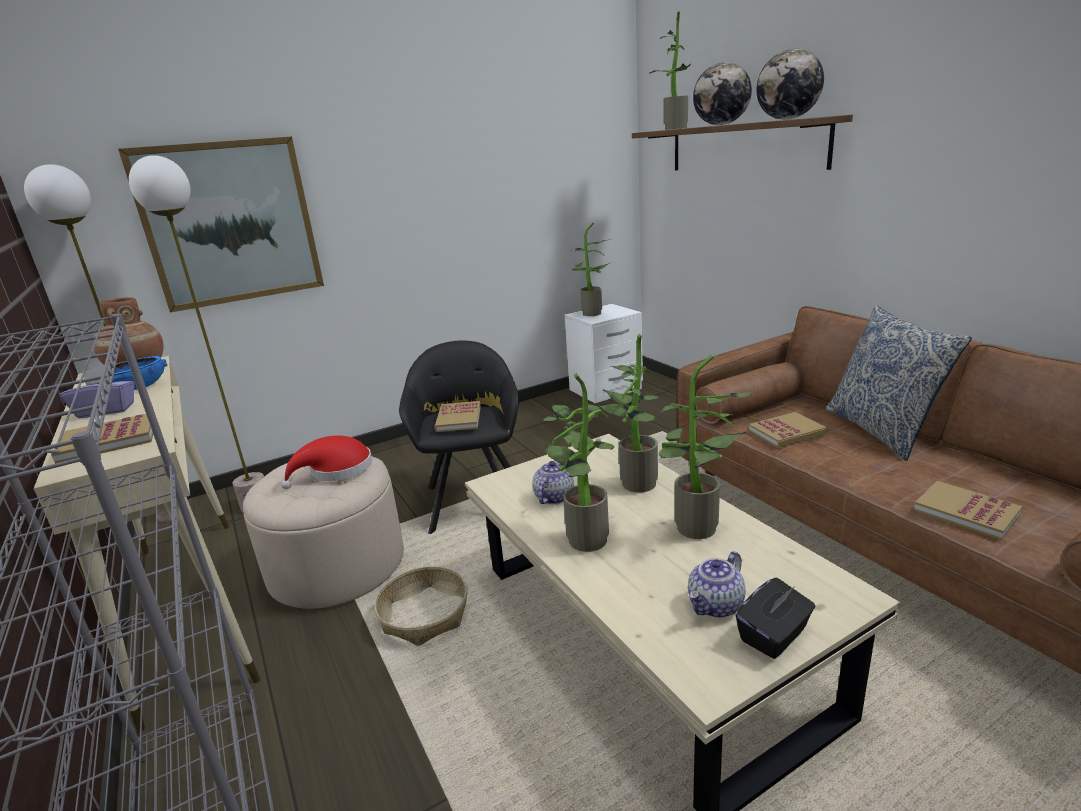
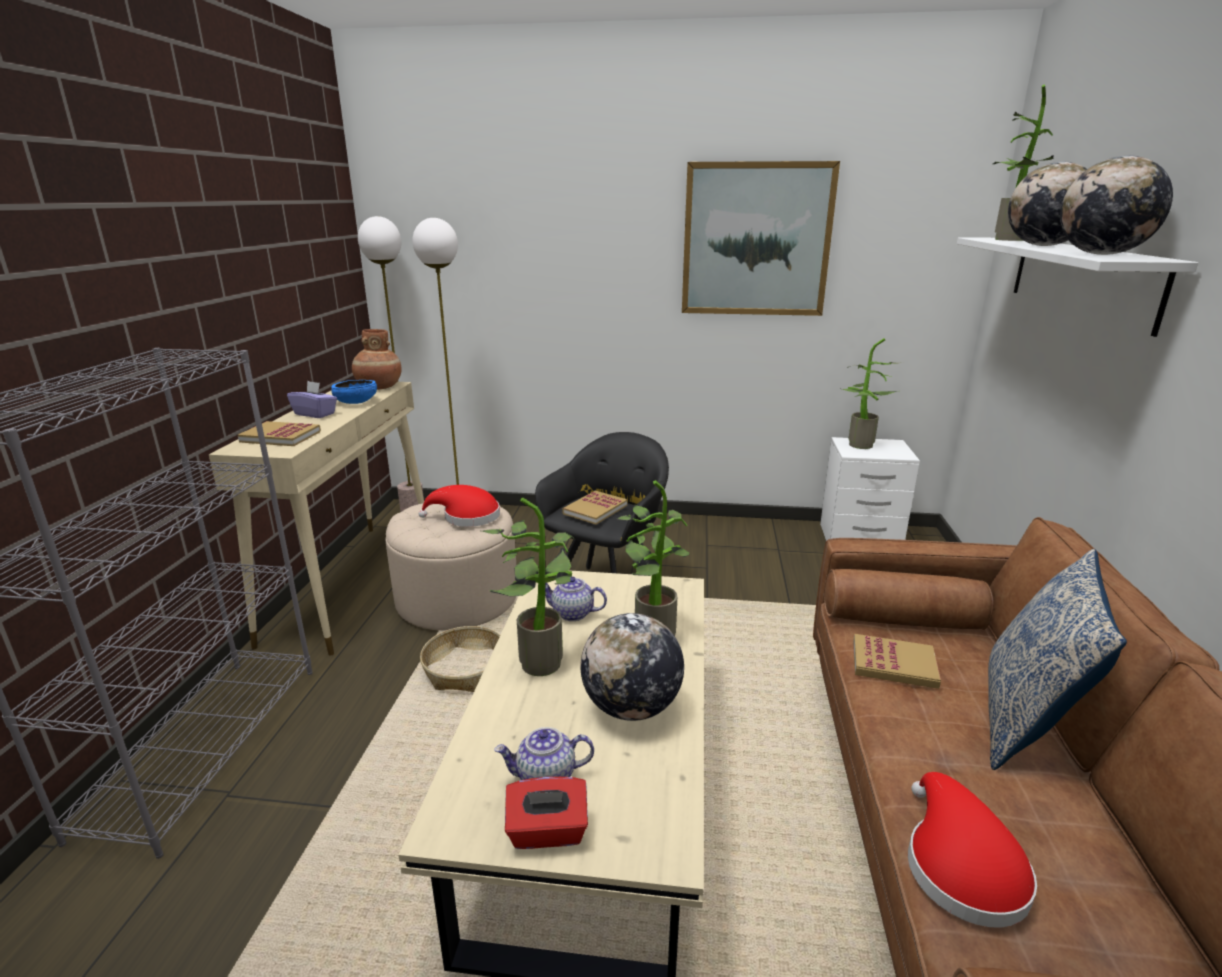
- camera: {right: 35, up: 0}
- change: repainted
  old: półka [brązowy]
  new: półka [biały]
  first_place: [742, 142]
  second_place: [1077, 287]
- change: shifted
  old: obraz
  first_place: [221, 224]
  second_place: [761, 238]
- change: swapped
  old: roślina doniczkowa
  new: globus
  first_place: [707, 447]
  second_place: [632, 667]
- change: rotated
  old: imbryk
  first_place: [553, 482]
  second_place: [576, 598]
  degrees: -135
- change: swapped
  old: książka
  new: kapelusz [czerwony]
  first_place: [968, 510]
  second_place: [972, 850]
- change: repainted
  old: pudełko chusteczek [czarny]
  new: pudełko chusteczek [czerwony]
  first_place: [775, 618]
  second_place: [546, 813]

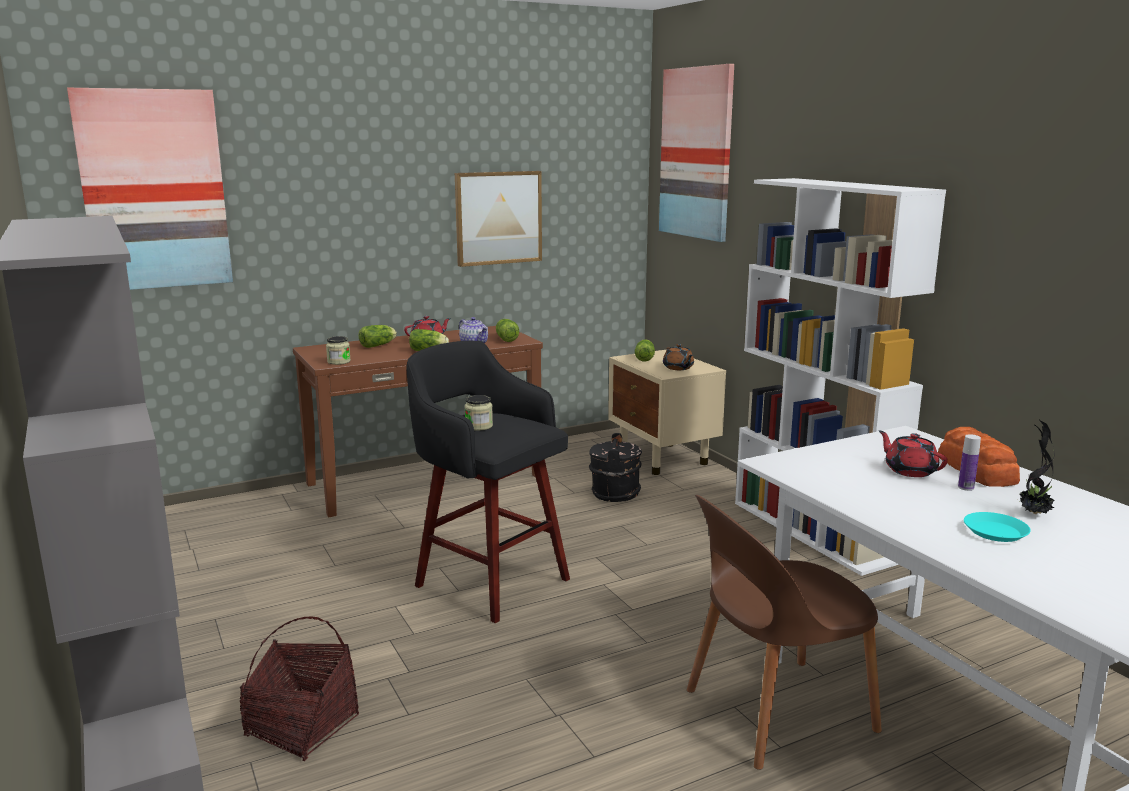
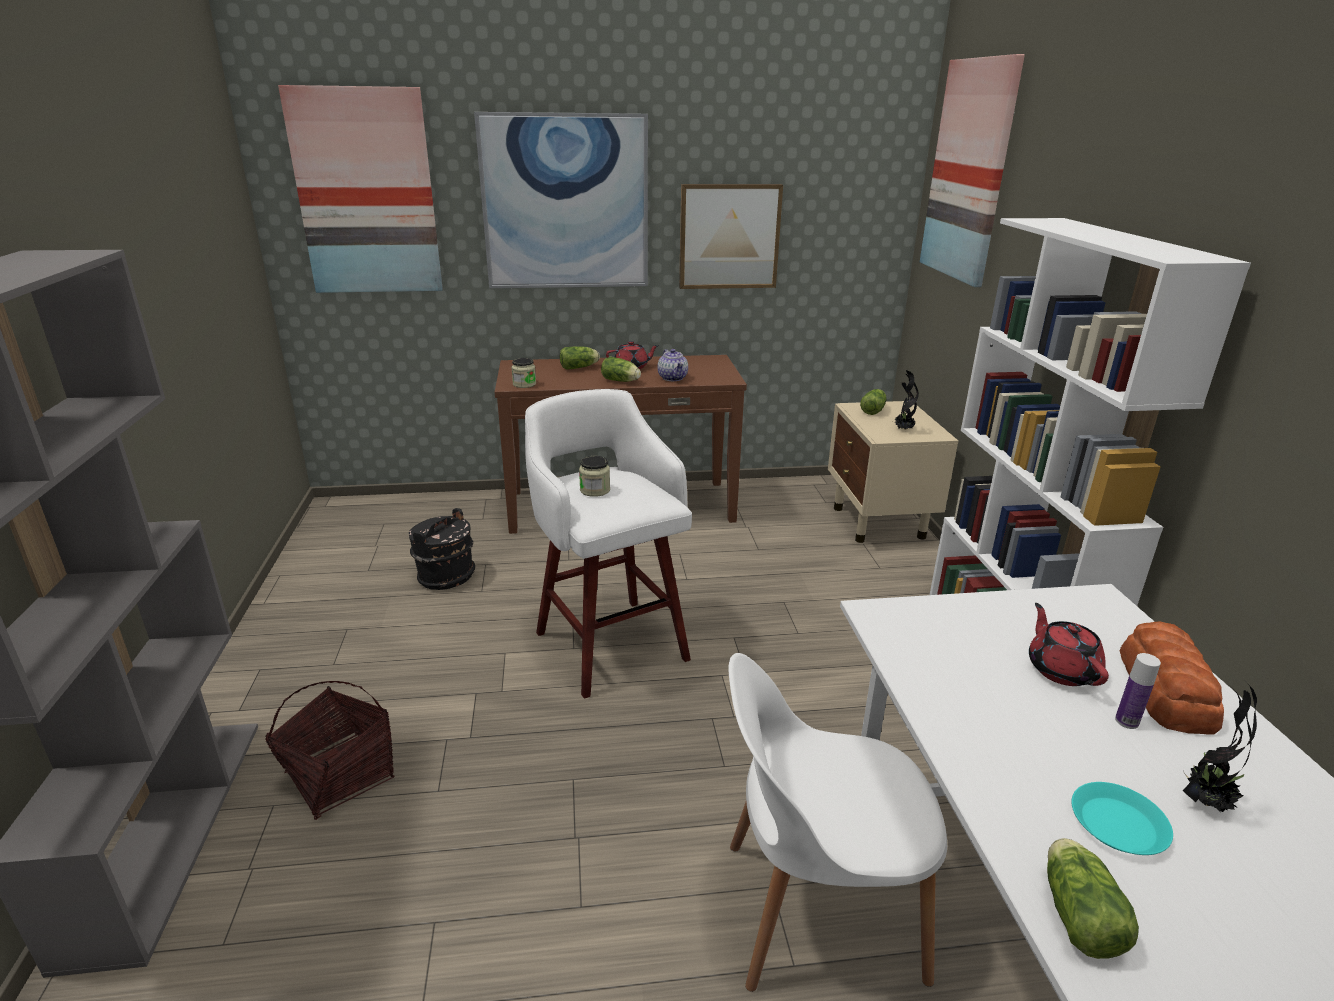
- camera: {right: 20, up: 10}
- change: shifted
  old: sałata
  first_place: [507, 330]
  second_place: [1093, 898]
- change: repainted
  old: stołek [czarny]
  new: stołek [biały]
  first_place: [488, 482]
  second_place: [608, 544]
- change: swapped
  old: imbryk [brązowy]
  new: roślina doniczkowa
  first_place: [678, 357]
  second_place: [907, 400]
- change: shifted
  old: wiadro [czarny]
  first_place: [615, 467]
  second_place: [442, 549]
- change: repainted
  old: krzesło [brązowy]
  new: krzesło [biały]
  first_place: [784, 632]
  second_place: [838, 822]
- change: new
  new: obraz
  second_place: [561, 200]

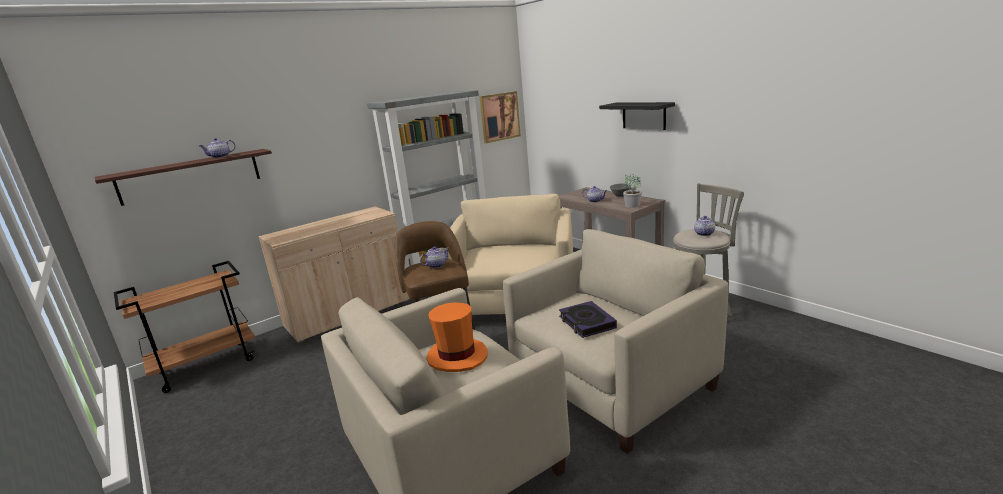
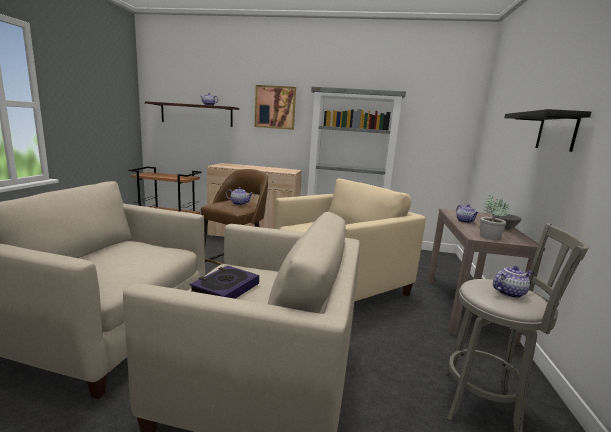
- camera: {right: 45, up: -5}
- change: shifted
  old: obraz
  first_place: [500, 117]
  second_place: [275, 107]
- change: gone
  old: kapelusz [pomarańczowy]
  first_place: [457, 337]

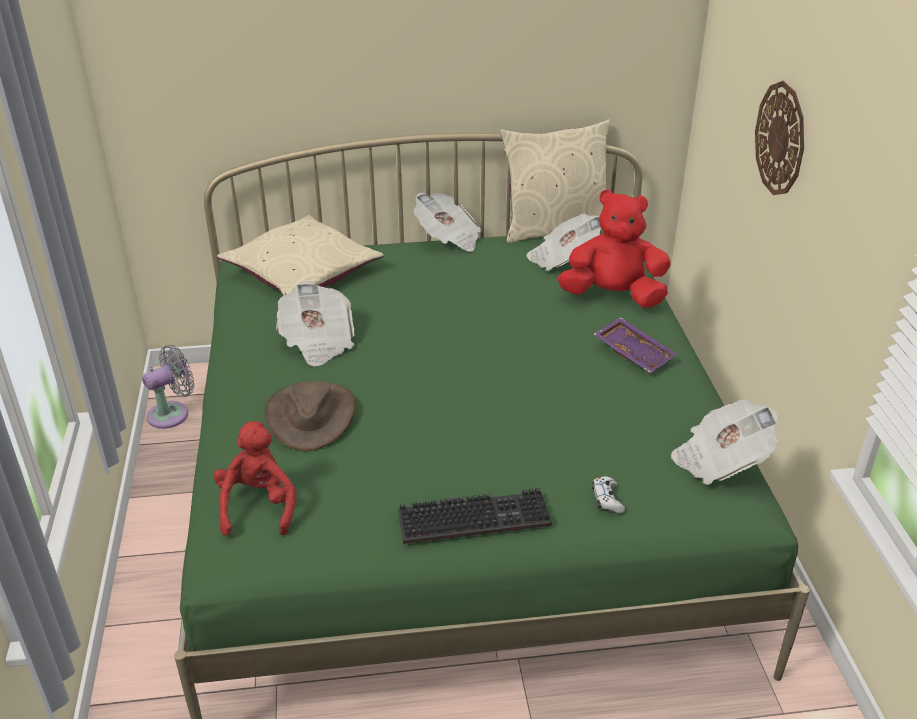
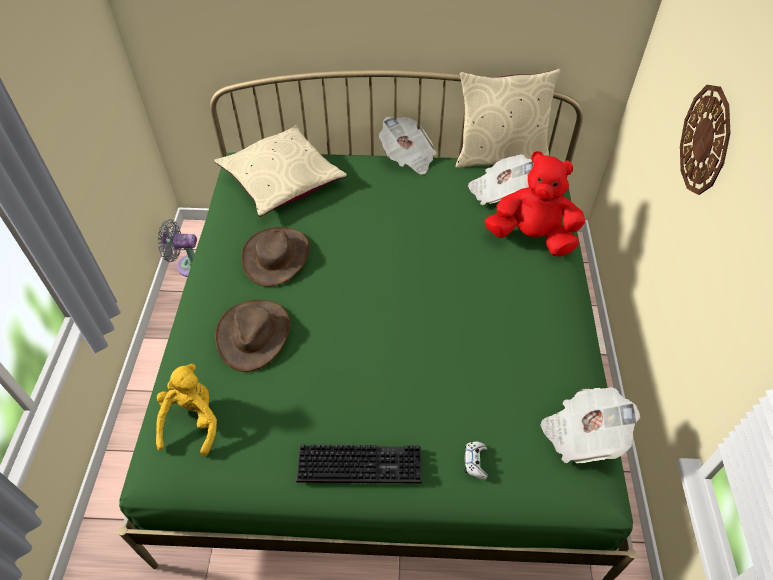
- camera: {right: 10, up: 15}
- change: swapped
  old: gazeta
  new: kapelusz [brązowy]
  first_place: [315, 324]
  second_place: [275, 257]
- change: gone
  old: taca [fioletowy]
  first_place: [635, 345]
- change: rotated
  old: wentylator [szary]
  first_place: [168, 387]
  second_place: [177, 248]
  degrees: -150
- change: repainted
  old: pluszak [czerwony]
  new: pluszak [żółty]
  first_place: [254, 478]
  second_place: [186, 410]

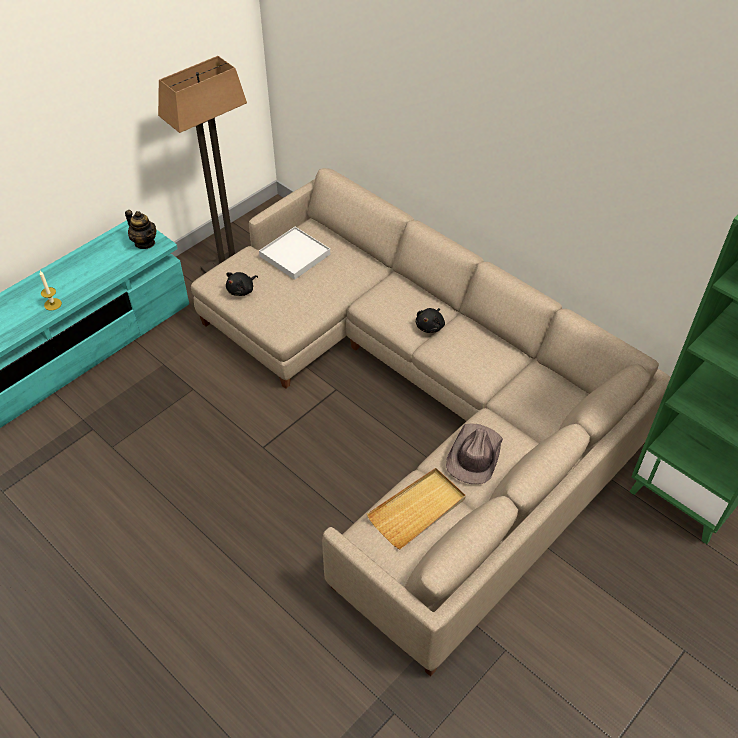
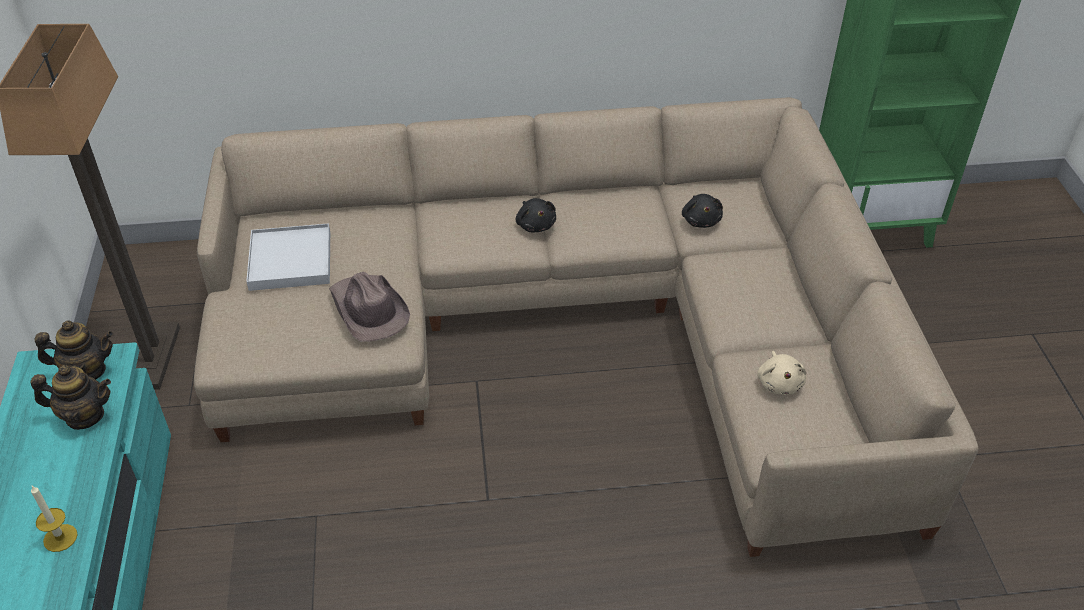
- camera: {right: -50, up: -5}
- change: shifted
  old: pluszak [czarny]
  first_place: [242, 284]
  second_place: [702, 211]
- change: shifted
  old: kapelusz [brązowy]
  first_place: [474, 454]
  second_place: [369, 306]
- change: swapped
  old: taca [beżowy]
  new: pluszak [beżowy]
  first_place: [416, 508]
  second_place: [781, 373]
- change: new
  new: imbryk
  second_place: [70, 397]

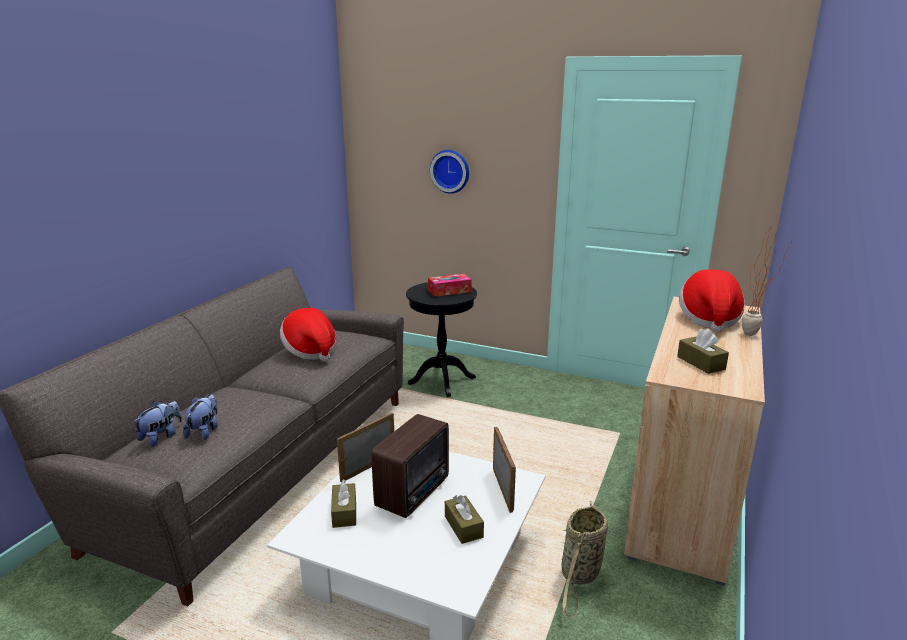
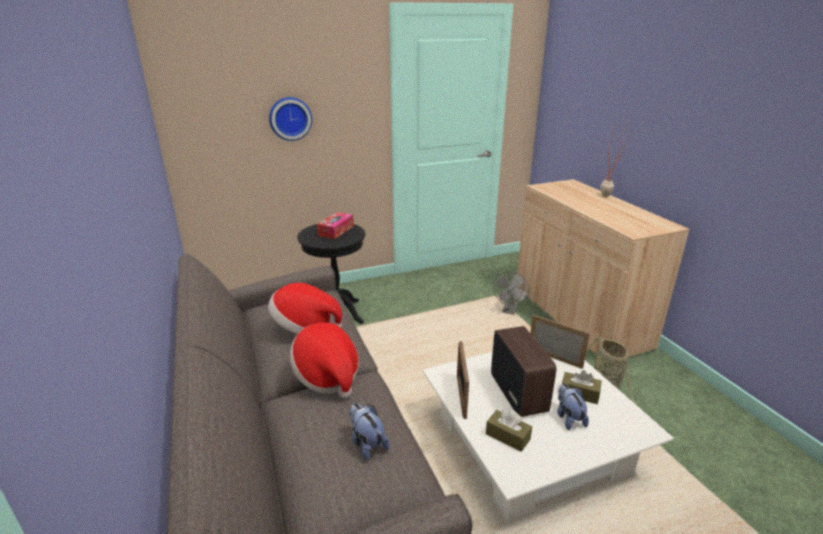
- camera: {right: -45, up: 5}
- change: shifted
  old: kapelusz
  first_place: [712, 301]
  second_place: [324, 360]
- change: gone
  old: pudełko chusteczek [brązowy]
  first_place: [703, 351]
- change: shifted
  old: pluszak
  first_place: [157, 424]
  second_place: [573, 407]
- change: new
  new: wentylator [szary]
  second_place: [511, 293]

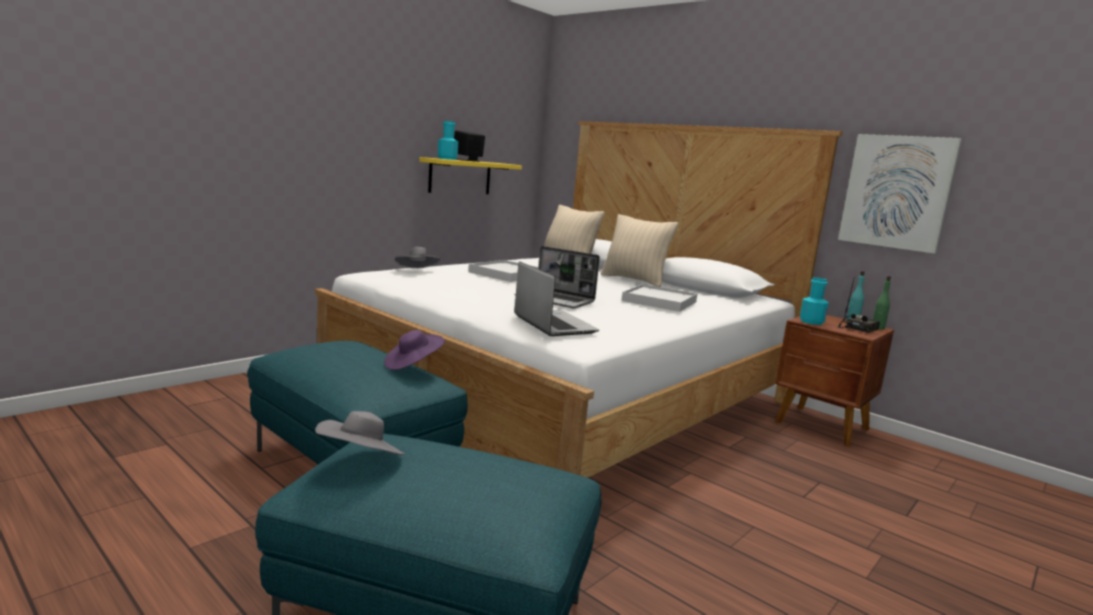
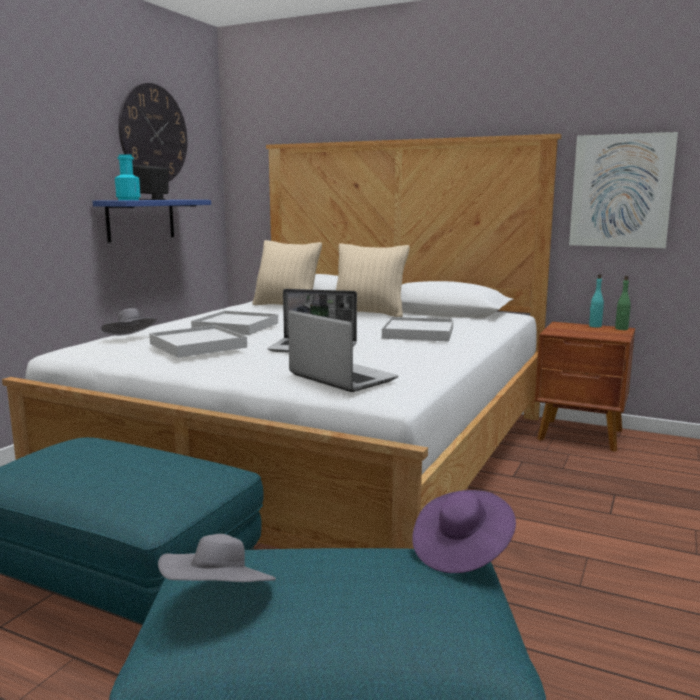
- camera: {right: -15, up: 0}
- change: repainted
  old: półka [żółty]
  new: półka [niebieski]
  first_place: [470, 175]
  second_place: [152, 221]
- change: gone
  old: butelka [turkusowy]
  first_place: [814, 301]
- change: gone
  old: radio
  first_place: [859, 306]
- change: shifted
  old: kapelusz [fioletowy]
  first_place: [414, 350]
  second_place: [464, 531]
- change: new
  new: zegar ścienny
  second_place: [152, 132]
- change: new
  new: taca [biały]
  second_place: [198, 341]

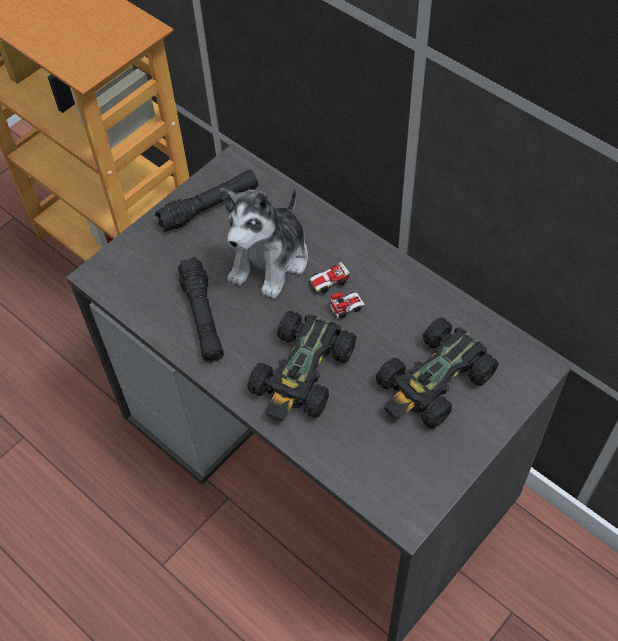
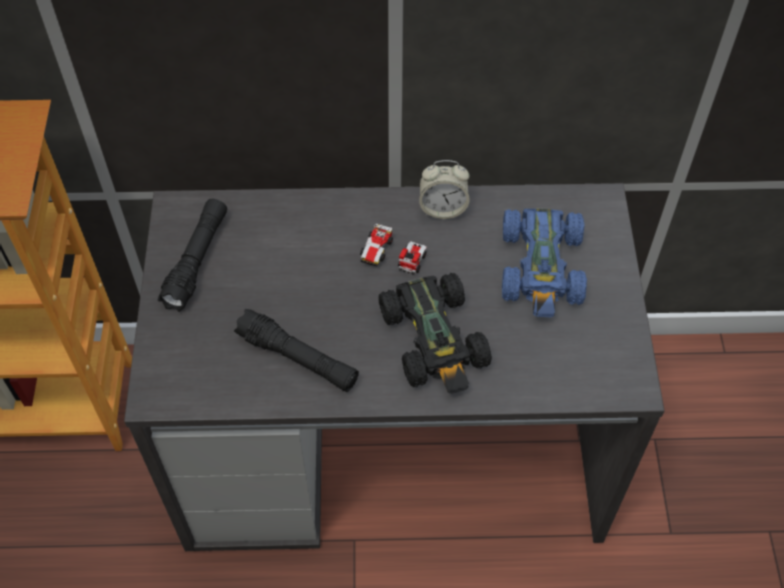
- camera: {right: -45, up: 0}
- change: gone
  old: pluszak
  first_place: [264, 243]
- change: repainted
  old: samochodzik [czarny]
  new: samochodzik [niebieski]
  first_place: [437, 373]
  second_place: [544, 262]
- change: new
  new: budzik
  second_place: [444, 189]

